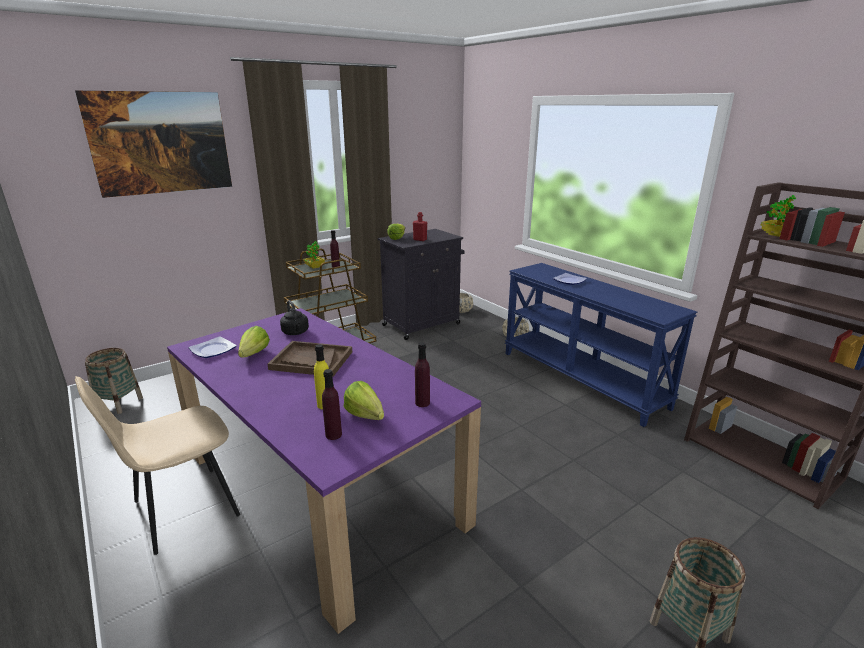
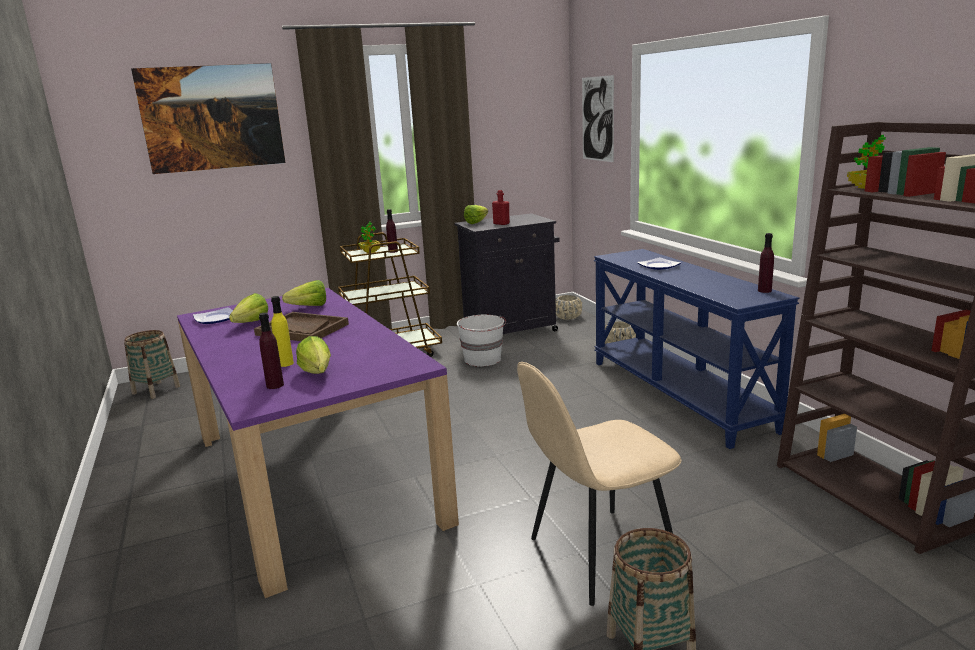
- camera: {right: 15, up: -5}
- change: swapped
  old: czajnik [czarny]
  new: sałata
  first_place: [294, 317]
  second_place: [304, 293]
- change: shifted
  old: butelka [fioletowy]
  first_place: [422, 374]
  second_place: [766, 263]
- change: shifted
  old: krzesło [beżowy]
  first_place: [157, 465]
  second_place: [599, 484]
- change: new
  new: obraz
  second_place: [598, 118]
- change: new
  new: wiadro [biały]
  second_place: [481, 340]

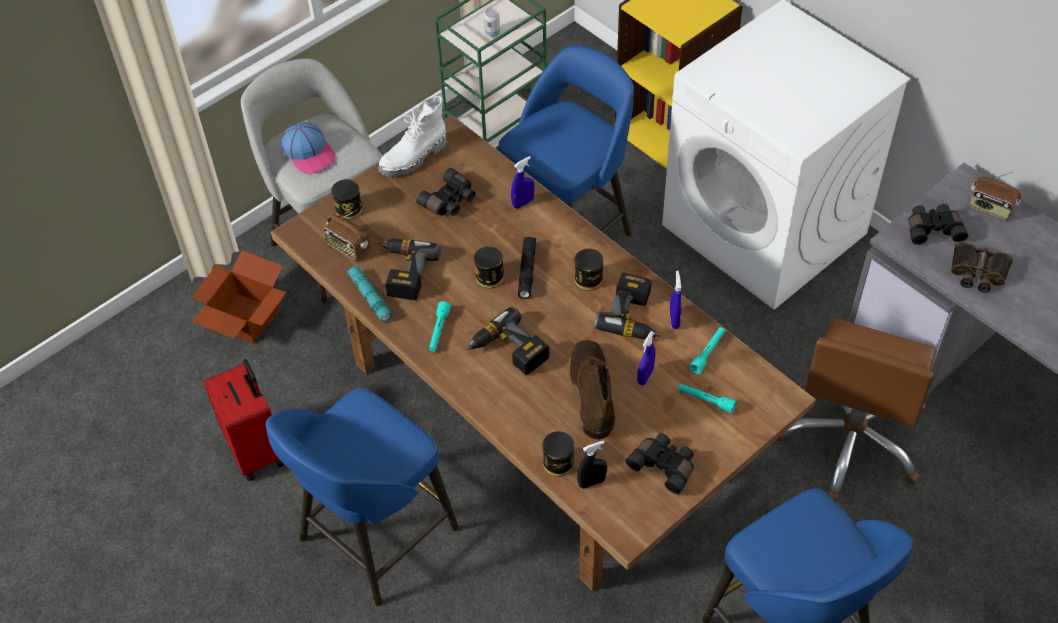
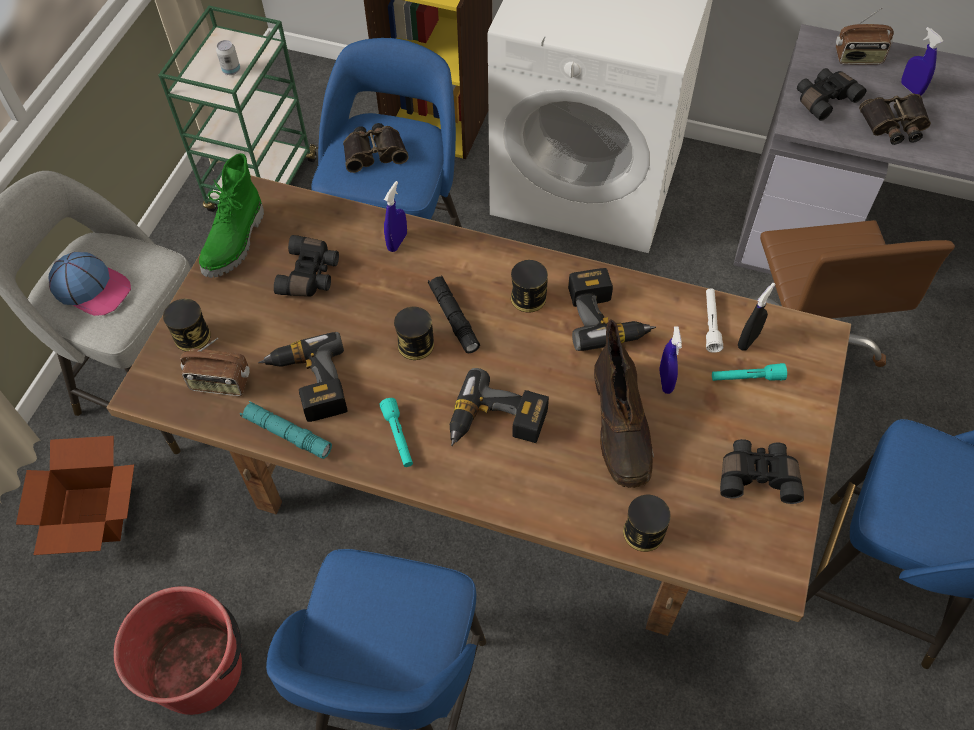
- camera: {right: -30, up: 5}
- change: repainted
  old: but z cholewką [biały]
  new: but z cholewką [zielony]
  first_place: [412, 136]
  second_place: [231, 215]
- change: shifted
  old: spryskiwacz [niebieski]
  first_place: [675, 300]
  second_place: [922, 61]
- change: repainted
  old: latarka [turkusowy]
  new: latarka [biały]
  first_place: [707, 350]
  second_place: [714, 320]
- change: rotated
  old: but z cholewką [brązowy]
  first_place: [592, 390]
  second_place: [624, 403]
  degrees: -150
- change: swapped
  old: walizka [czerwony]
  new: wiadro [czerwony]
  first_place: [244, 420]
  second_place: [178, 650]
- change: shifted
  old: spryskiwacz [czarny]
  first_place: [592, 464]
  second_place: [757, 317]
- change: new
  new: lornetka
  second_place: [376, 148]

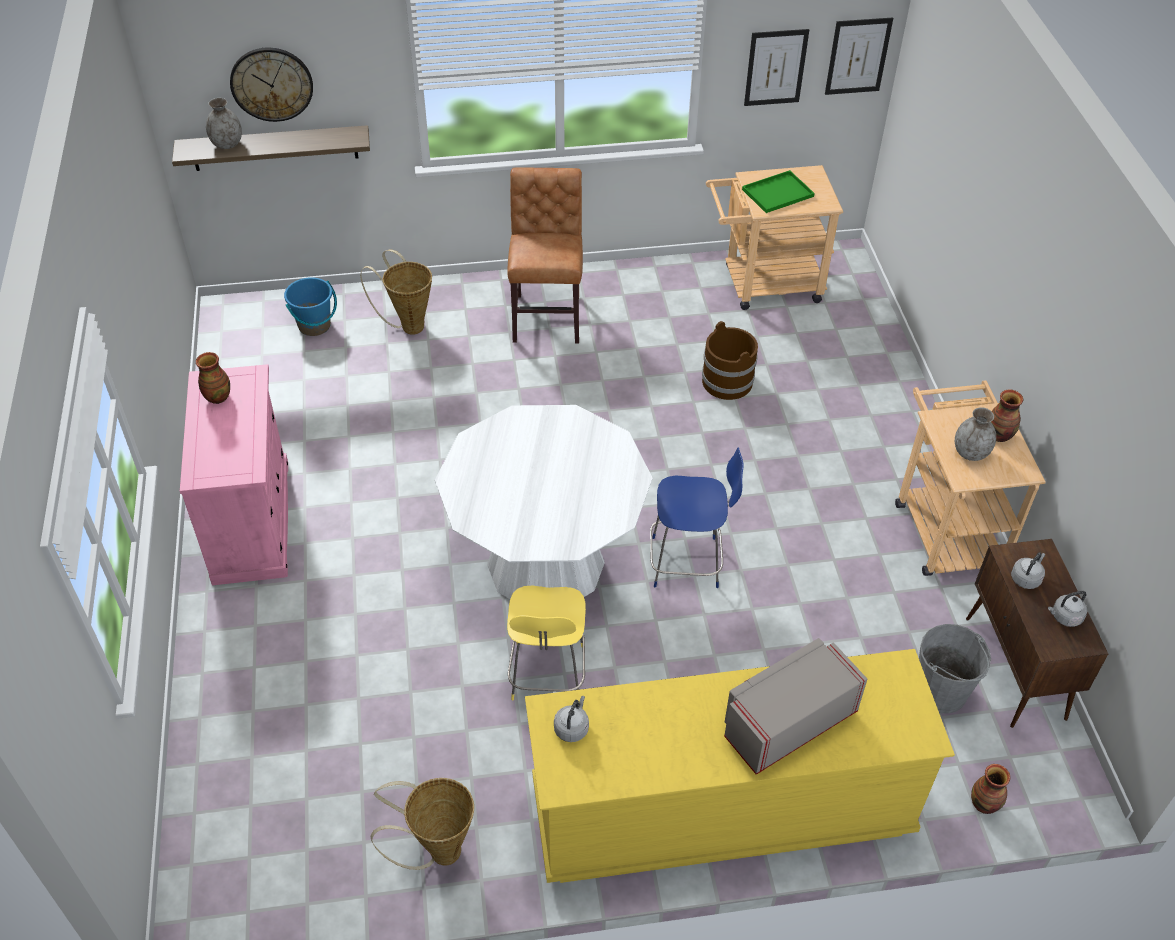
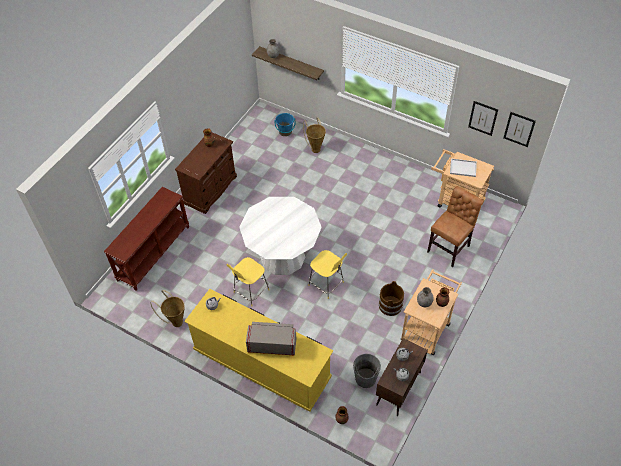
- camera: {right: 40, up: 5}
- change: gone
  old: zegar ścienny
  first_place: [271, 85]
- change: shifted
  old: krzesło [brązowy]
  first_place: [545, 255]
  second_place: [455, 226]
- change: repainted
  old: taca [zielony]
  new: taca [biały]
  first_place: [778, 191]
  second_place: [463, 168]
- change: shifted
  old: wiadro [brązowy]
  first_place: [730, 360]
  second_place: [391, 298]
- change: repainted
  old: szafka [różowy]
  new: szafka [brązowy]
  first_place: [234, 474]
  second_place: [206, 173]
- change: repainted
  old: stołek [niebieski]
  new: stołek [żółty]
  first_place: [696, 517]
  second_place: [327, 274]
- change: new
  new: stolik konsolowy [brązowy]
  second_place: [146, 239]

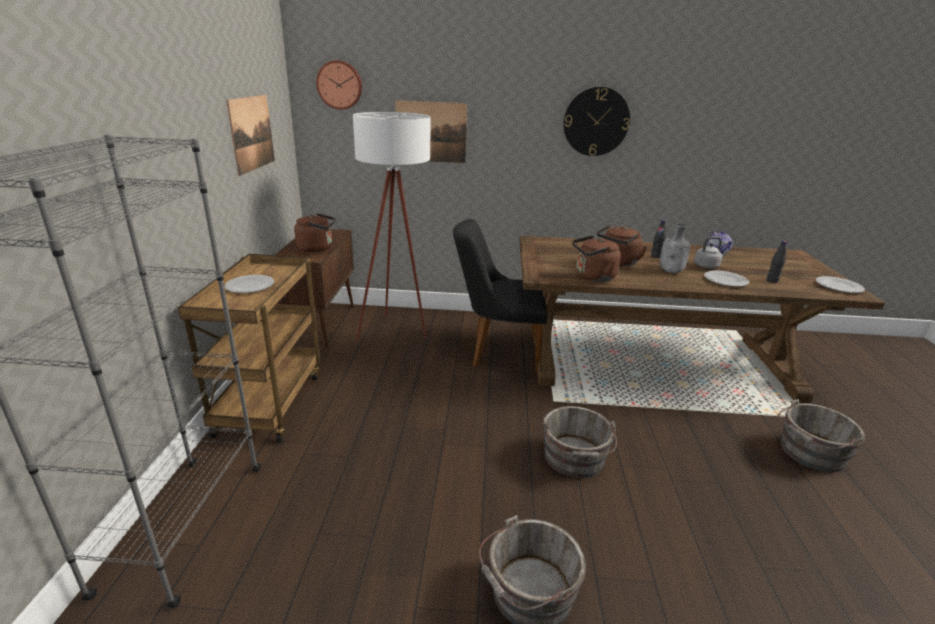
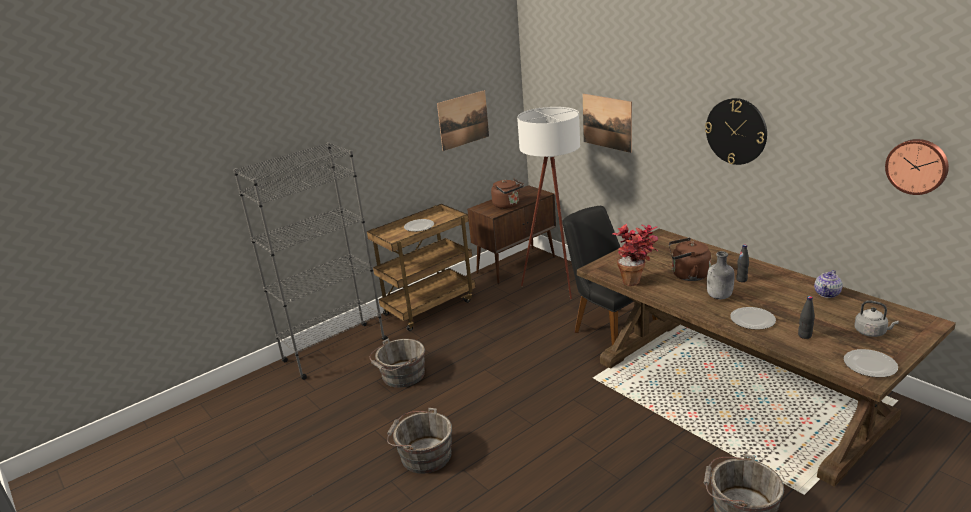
- camera: {right: 50, up: 0}
- change: shifted
  old: zegar ścienny
  first_place: [339, 85]
  second_place: [917, 167]
- change: swapped
  old: czajnik [brązowy]
  new: roślina doniczkowa
  first_place: [596, 258]
  second_place: [635, 254]
- change: shifted
  old: czajnik [szary]
  first_place: [711, 253]
  second_place: [876, 318]
- change: shifted
  old: wiadro [szary]
  first_place: [580, 442]
  second_place: [397, 363]

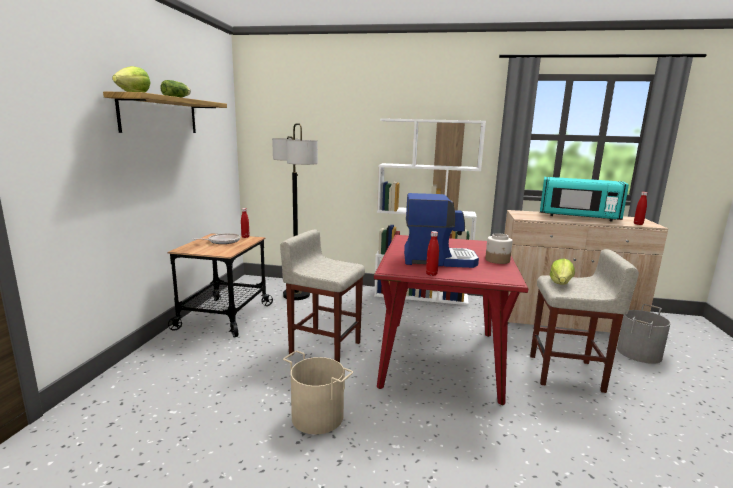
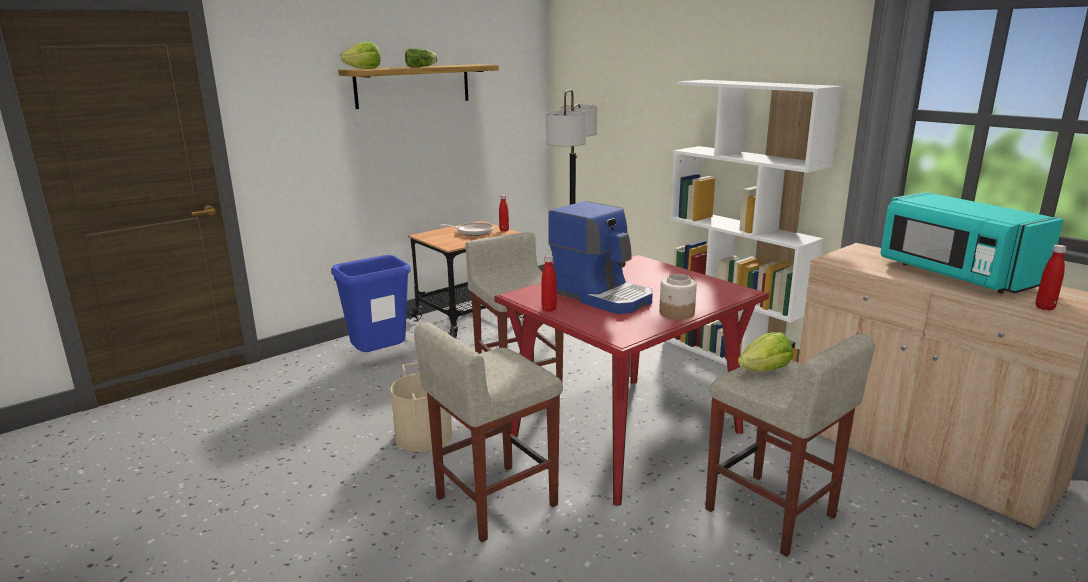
- camera: {right: 40, up: 5}
- change: gone
  old: wiadro [szary]
  first_place: [644, 334]
- change: new
  new: kosz na śmieci [niebieski]
  second_place: [371, 303]
- change: new
  new: stołek [beżowy]
  second_place: [488, 432]

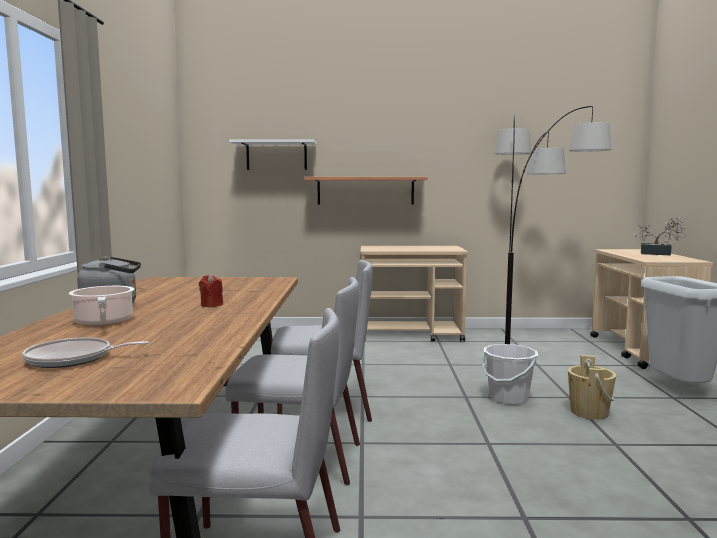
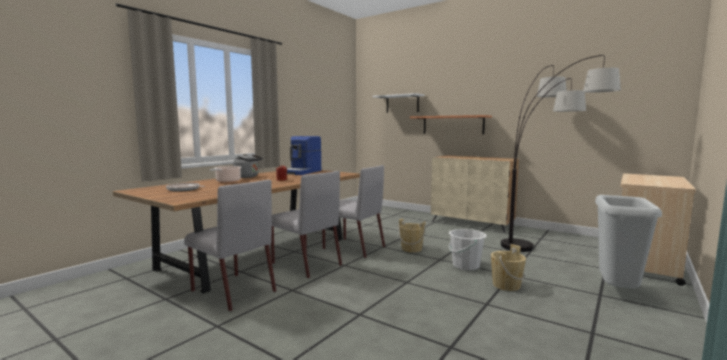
- camera: {right: 35, up: 0}
- change: gone
  old: roślina doniczkowa
  first_place: [660, 236]
- change: swapped
  old: wózek [beżowy]
  new: szafka [beżowy]
  first_place: [414, 294]
  second_place: [475, 194]
- change: new
  new: ekspres do kawy
  second_place: [304, 155]
- change: new
  new: wiadro [beżowy]
  second_place: [412, 236]

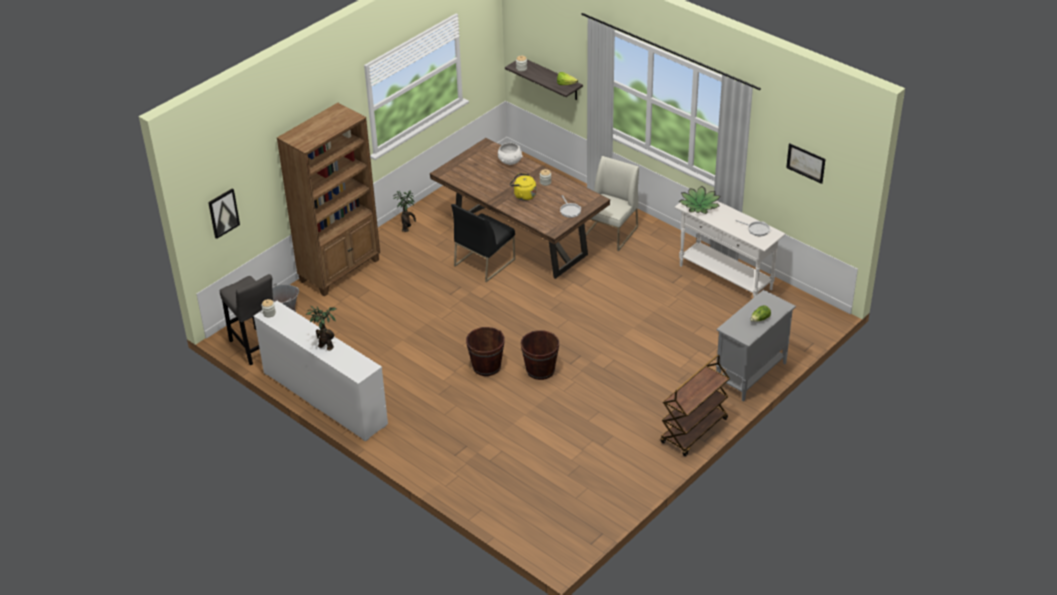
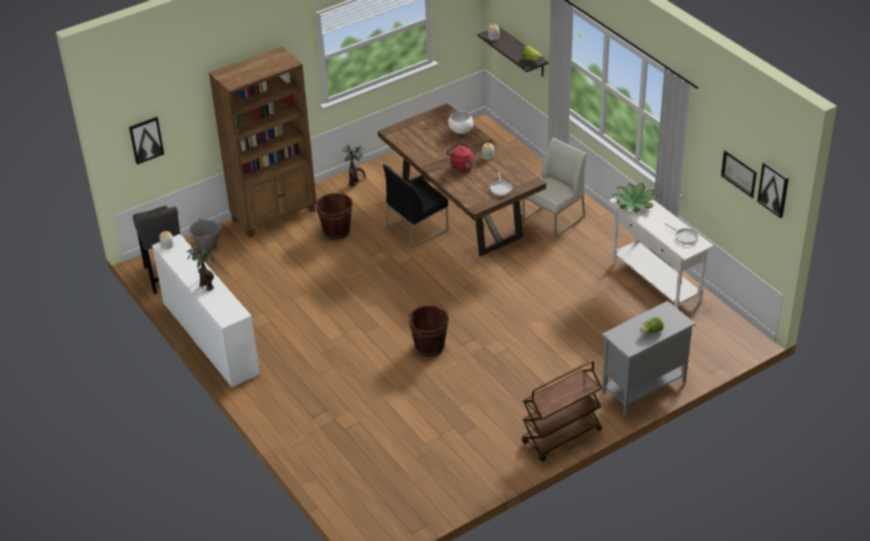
- camera: {right: 15, up: 0}
- change: repainted
  old: czajnik [żółty]
  new: czajnik [czerwony]
  first_place: [523, 187]
  second_place: [460, 157]
- change: shifted
  old: wiadro [brązowy]
  first_place: [485, 351]
  second_place: [334, 216]
- change: new
  new: obraz
  second_place: [773, 190]

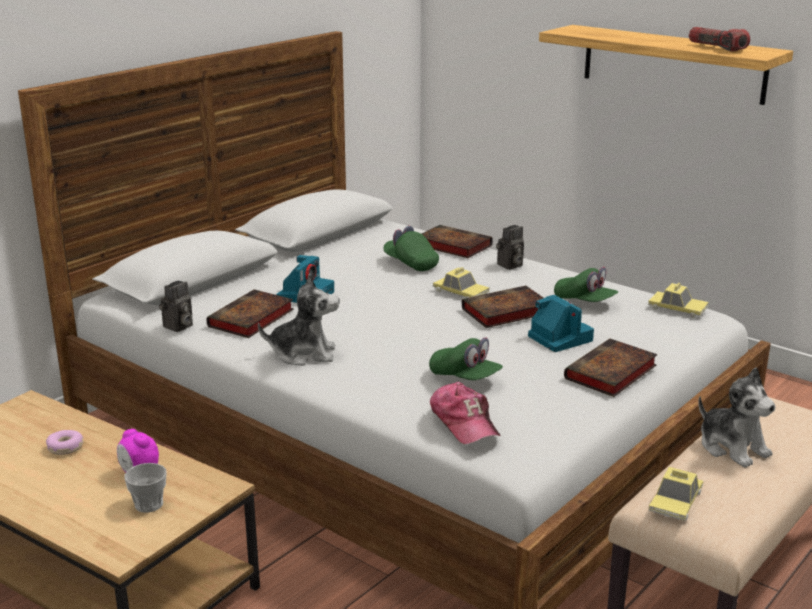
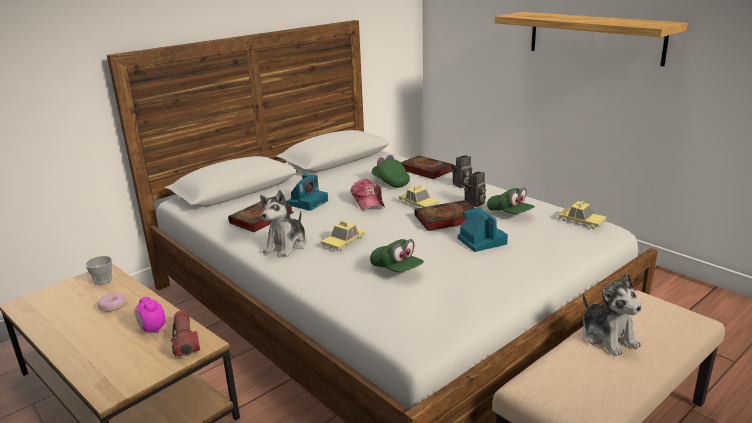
- camera: {right: 10, up: 0}
- change: shifted
  old: latarka
  first_place: [719, 39]
  second_place: [185, 333]
- change: rotated
  old: pluszak
  first_place: [299, 319]
  second_place: [283, 223]
  degrees: 105
- change: shifted
  old: aparat fotograficzny
  first_place: [176, 306]
  second_place: [475, 189]
- change: gone
  old: książka
  first_place: [611, 368]
- change: shifted
  old: czapka z daszkiem
  first_place: [465, 413]
  second_place: [368, 194]
- change: shifted
  old: filiżanka
  first_place: [145, 488]
  second_place: [98, 270]
- change: shifted
  old: samochodzik
  first_place: [676, 494]
  second_place: [343, 236]

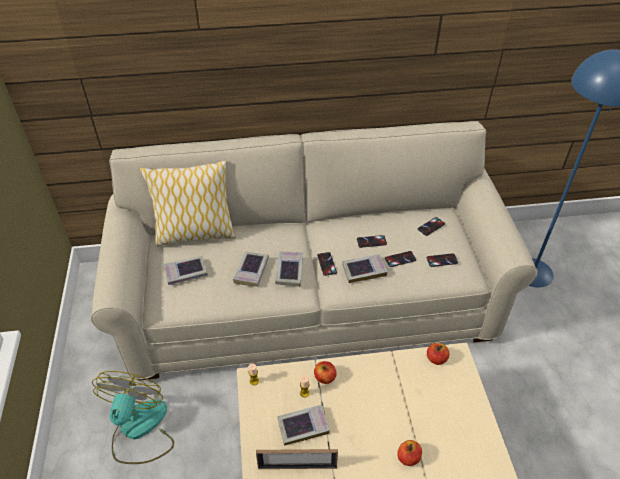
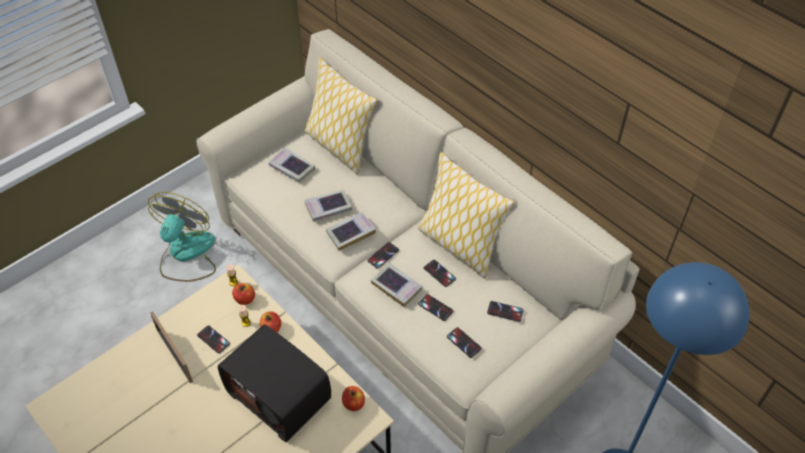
- camera: {right: 55, up: 5}
- change: rotated
  old: wentylator
  first_place: [133, 417]
  second_place: [182, 237]
  degrees: -45
- change: swapped
  old: książka
  new: telefon
  first_place: [303, 425]
  second_place: [213, 339]
- change: shifted
  old: jabłko
  first_place: [409, 453]
  second_place: [243, 294]
- change: new
  new: poduszka
  second_place: [466, 215]
- change: new
  new: radio
  second_place: [274, 383]

